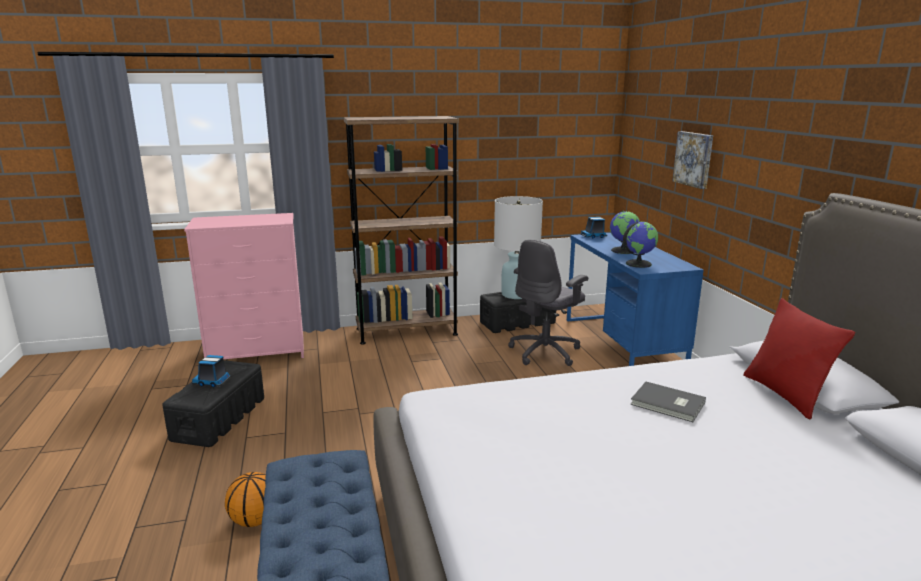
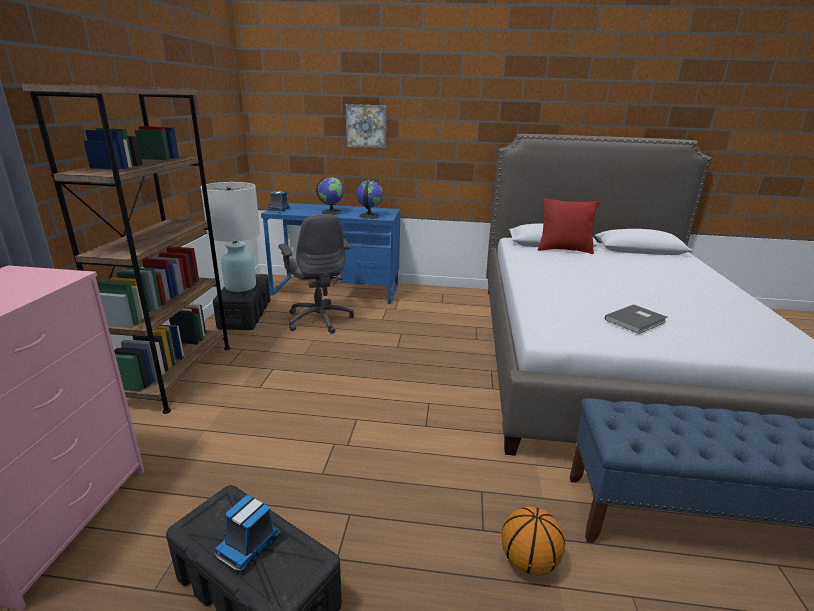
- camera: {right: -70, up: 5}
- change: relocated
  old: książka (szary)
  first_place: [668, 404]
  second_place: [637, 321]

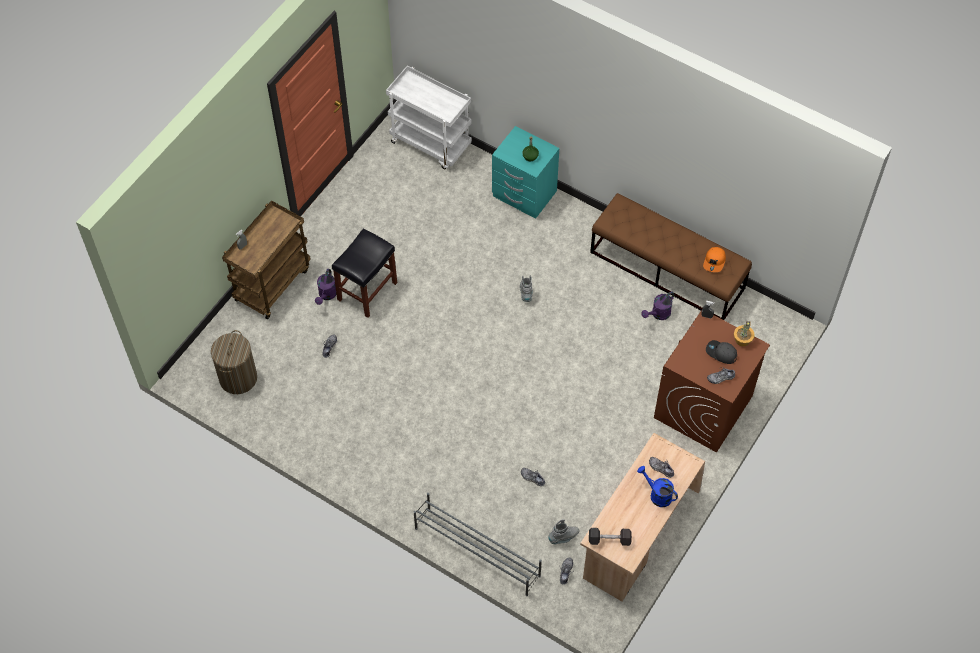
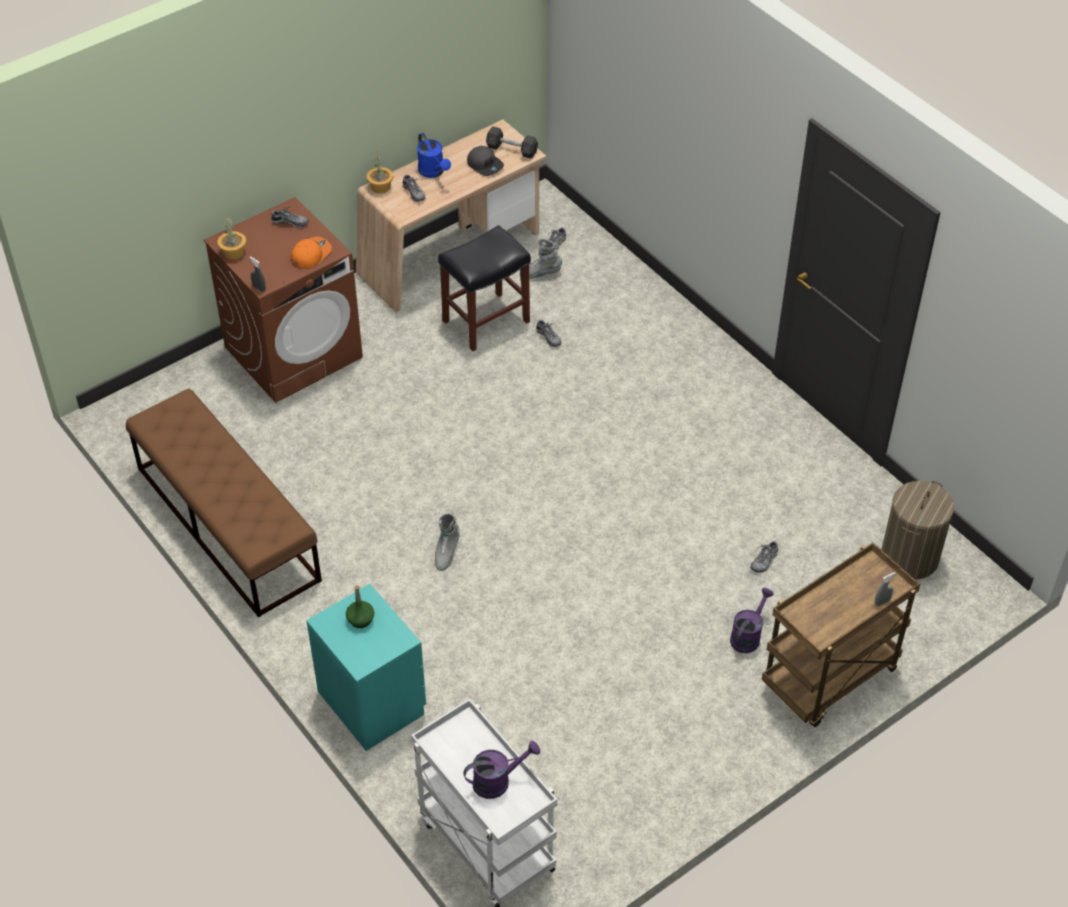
- camera: {right: -160, up: -10}
- change: relocated
  old: czapka z daszkiem (pomarańczowy)
  first_place: [714, 262]
  second_place: [310, 254]
- change: appeared
  new: roślina doniczkowa
  second_place: [380, 187]
- change: relocated
  old: stołek (czarny)
  first_place: [367, 290]
  second_place: [485, 322]
- change: relocated
  old: konewka (fioletowy)
  first_place: [658, 314]
  second_place: [498, 781]
- change: relocated
  old: czapka z daszkiem (szary)
  first_place: [721, 353]
  second_place: [485, 165]
- change: missing
  old: regał na buty (szary)
  first_place: [476, 551]

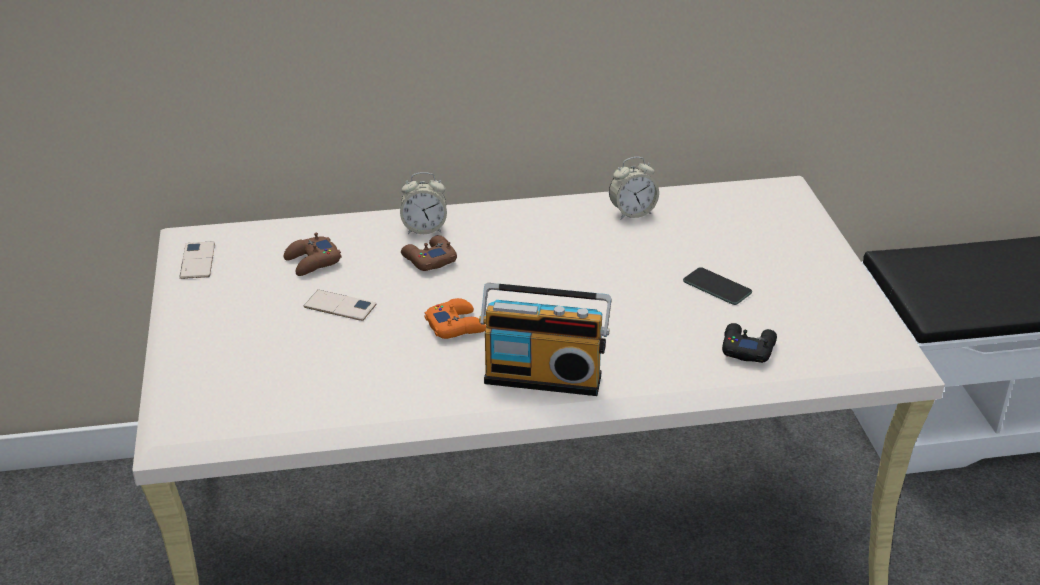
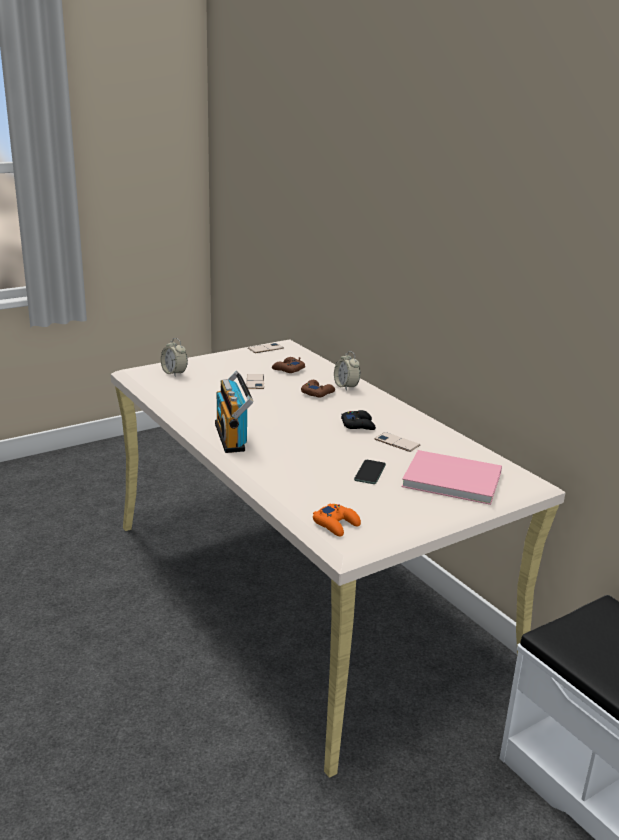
- camera: {right: 65, up: -10}
- change: relocated
  old: budzik
  first_place: [632, 213]
  second_place: [174, 373]
- change: relocated
  old: pad do gier (pomarańczowy)
  first_place: [456, 325]
  second_place: [336, 524]
- change: relocated
  old: pad do gier (czarny)
  first_place: [747, 348]
  second_place: [358, 425]
- change: appeared
  new: telefon
  second_place: [397, 442]
- change: appeared
  new: książka (różowy)
  second_place: [449, 478]

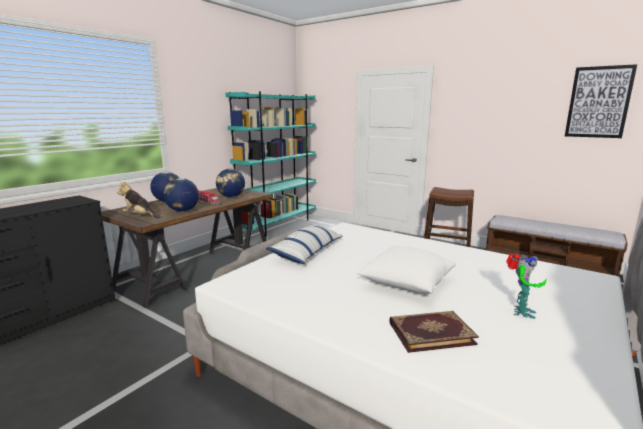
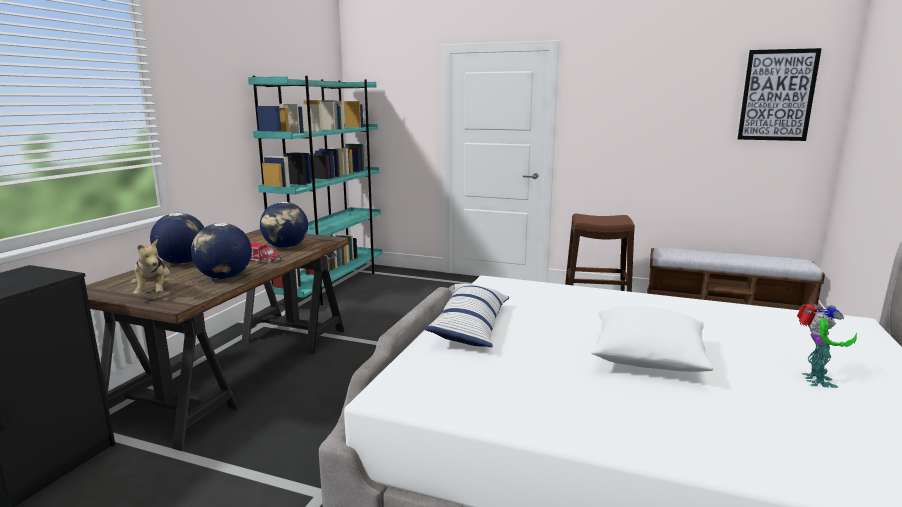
- camera: {right: -15, up: 0}
- change: spun
  old: pluszak
  first_place: [140, 216]
  second_place: [154, 293]
  degrees: -120
- change: missing
  old: książka
  first_place: [430, 332]

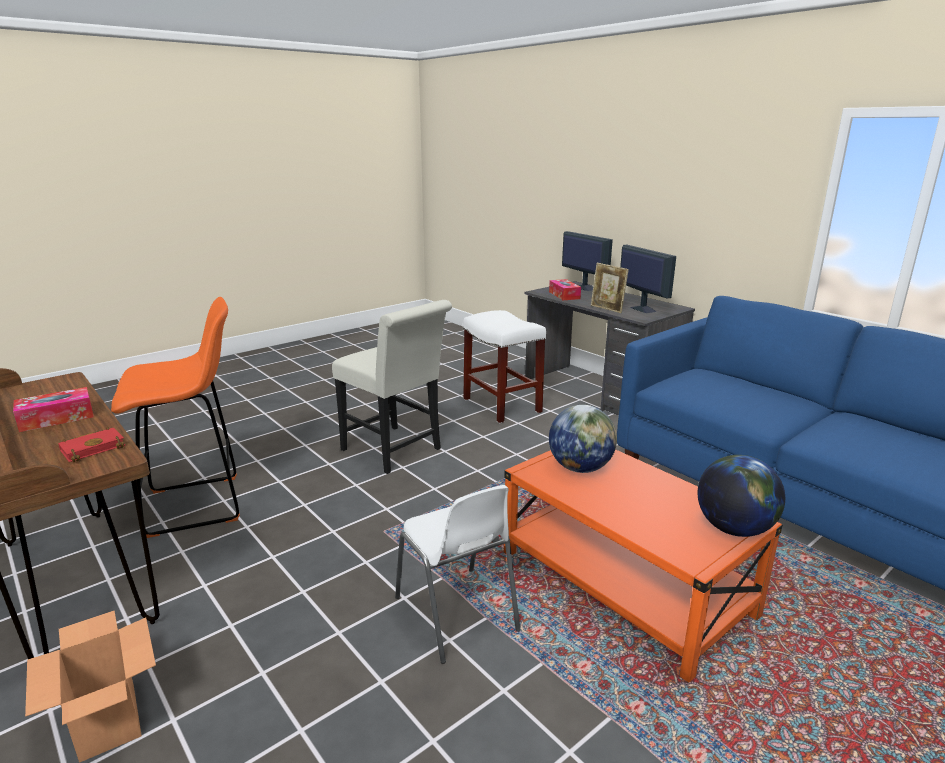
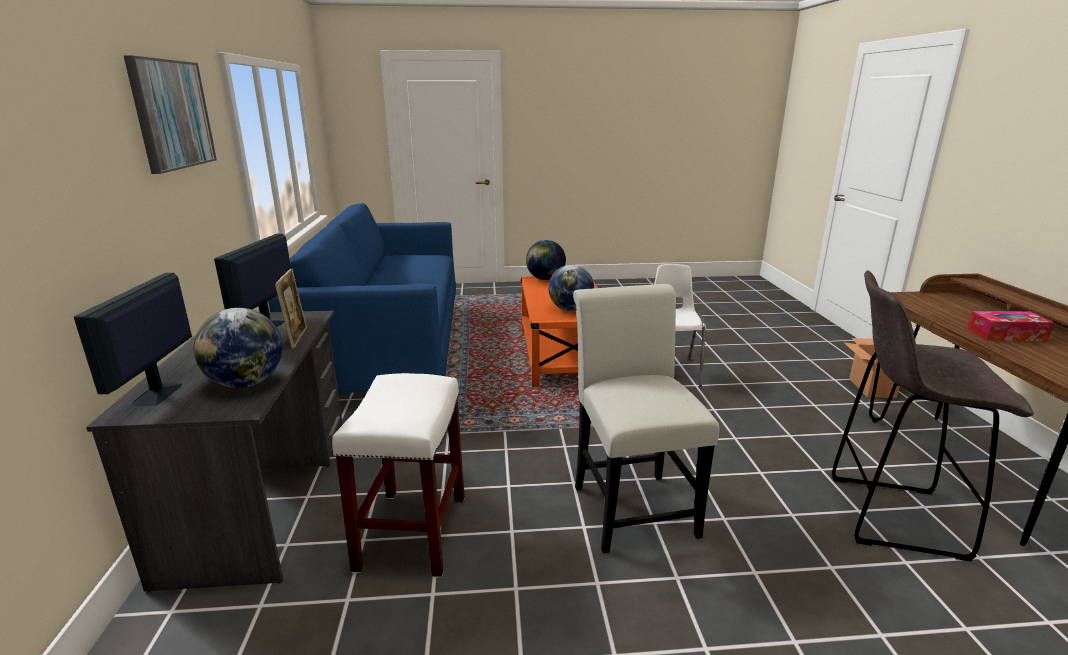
- camera: {right: -145, up: 0}
- change: appeared
  new: obraz
  second_place: [171, 114]
- change: exchanged
  old: pudełko chusteczek
  new: globus
  first_place: [564, 295]
  second_place: [246, 383]
- change: colour
  old: stołek (pomarańczowy)
  new: stołek (szary)
  first_place: [198, 505]
  second_place: [889, 515]
- change: missing
  old: książka (czerwony)
  first_place: [94, 447]

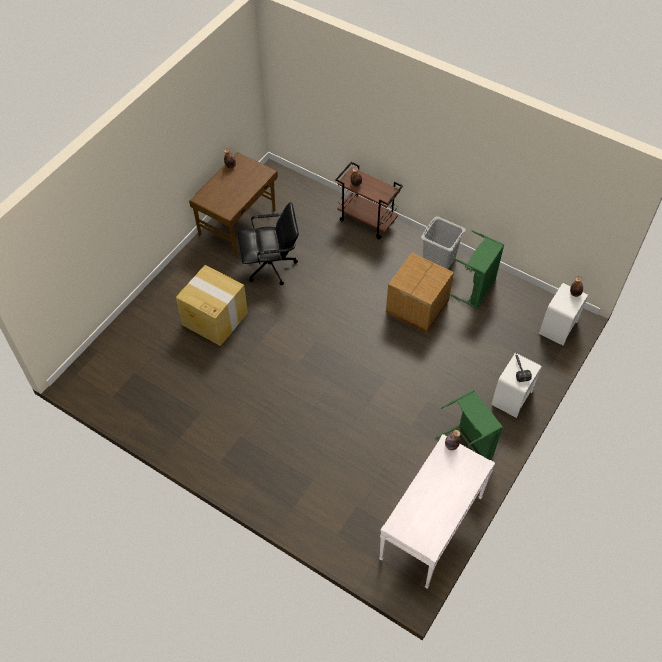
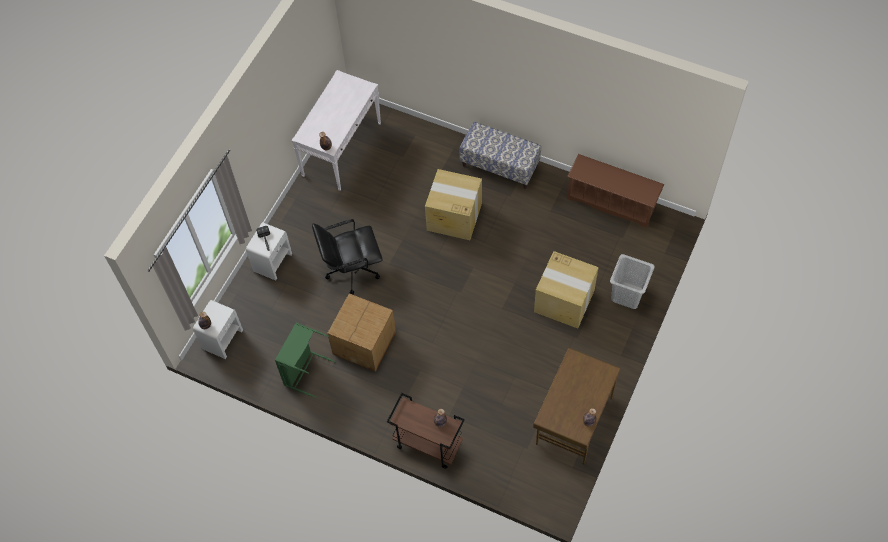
- camera: {right: 175, up: 5}
- change: relocated
  old: krzesło biurowe (czarny)
  first_place: [271, 267]
  second_place: [352, 270]
- change: appeared
  new: karton
  second_place: [453, 216]
- change: appeared
  new: ławka
  second_place: [500, 166]
- change: appeared
  new: regał na buty (brązowy)
  second_place: [611, 202]
- change: relocated
  old: kosz na pranie (szary)
  first_place: [439, 261]
  second_place: [627, 294]
- change: missing
  old: kosz na pranie (zielony)
  first_place: [468, 445]

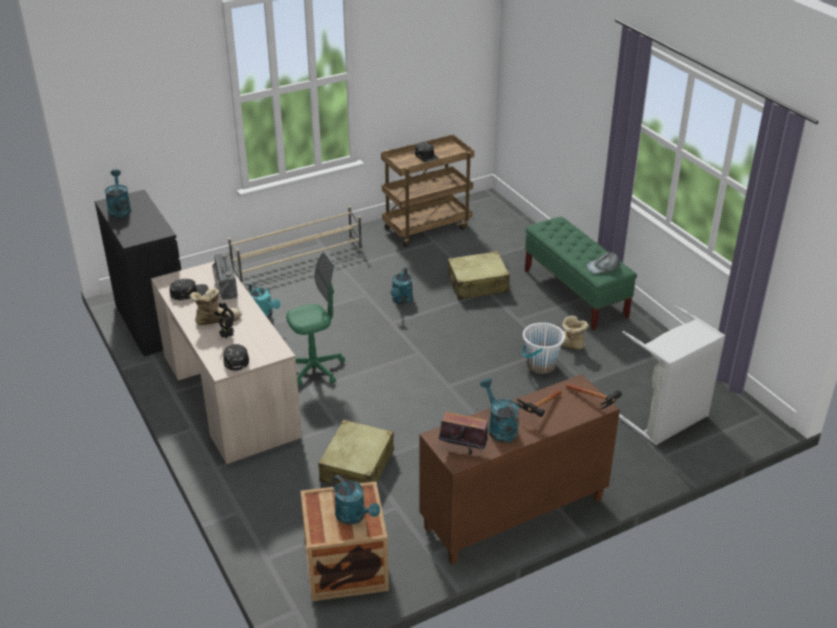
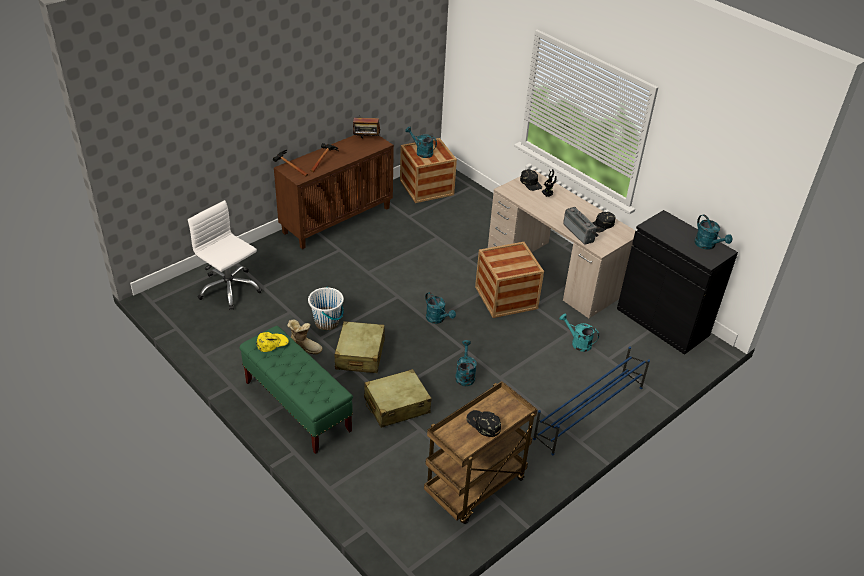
- camera: {right: 165, up: 5}
- change: exchanged
  old: kosz na pranie (szary)
  new: krzesło biurowe (biały)
  first_place: [666, 420]
  second_place: [229, 289]
- change: colour
  old: czapka z daszkiem (szary)
  new: czapka z daszkiem (żółty)
  first_place: [603, 267]
  second_place: [272, 343]
- change: relocated
  old: walizka (beżowy)
  first_place: [357, 466]
  second_place: [360, 355]
- change: relocated
  old: konewka (turkusowy)
  first_place: [499, 428]
  second_place: [438, 319]
- change: exchanged
  old: krzesło biurowe (zielony)
  new: skrzynka
  first_place: [315, 369]
  second_place: [506, 297]
- change: colour
  old: regał na buty (beżowy)
  new: regał na buty (niebieski)
  first_place: [298, 260]
  second_place: [588, 413]
- change: missing
  old: but z cholewką
  first_place: [216, 319]

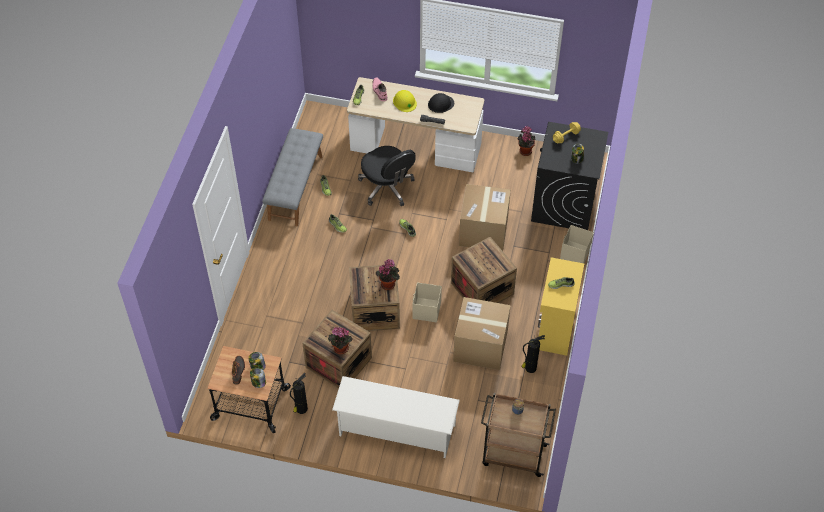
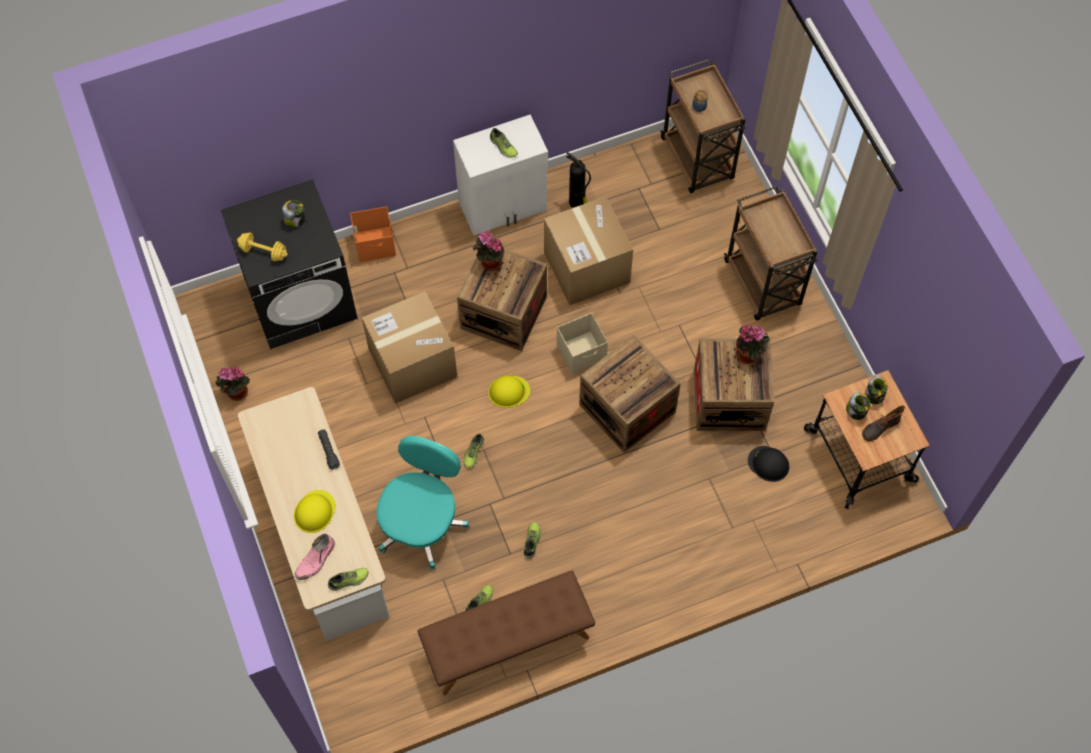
- camera: {right: -125, up: 10}
- change: colour
  old: pojemnik do przechowywania (beżowy)
  new: pojemnik do przechowywania (pomarańczowy)
  first_place: [574, 254]
  second_place: [375, 244]
- change: colour
  old: krzesło biurowe (czarny)
  new: krzesło biurowe (turkusowy)
  first_place: [387, 187]
  second_place: [422, 523]
- change: colour
  old: ławka (szary)
  new: ławka (brązowy)
  first_place: [295, 187]
  second_place: [508, 644]
- change: colour
  old: szafka (żółty)
  new: szafka (biały)
  first_place: [555, 329]
  second_place: [503, 207]
- change: relocated
  old: roślina doniczkowa
  first_place: [388, 283]
  second_place: [489, 262]
- change: appeared
  new: kask (żółty)
  second_place: [508, 391]
- change: exchanged
  old: regał na buty (biały)
  new: wózek (brązowy)
  first_place: [396, 430]
  second_place: [763, 284]
- change: relocated
  old: kask (czarny)
  first_place: [440, 104]
  second_place: [768, 464]
- change: missing
  old: gaśnica
  first_place: [301, 409]

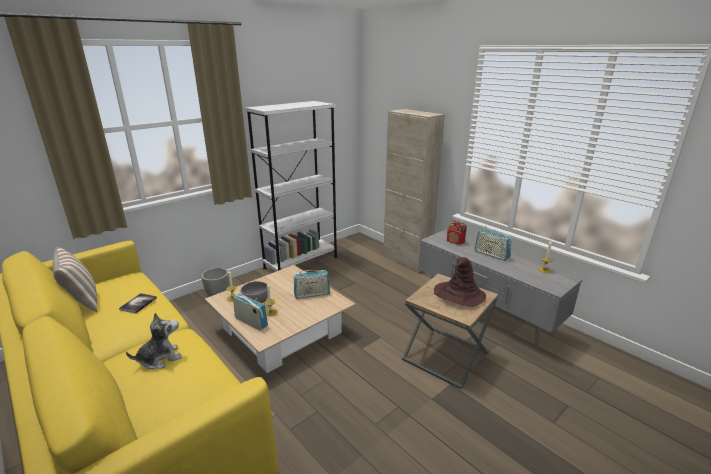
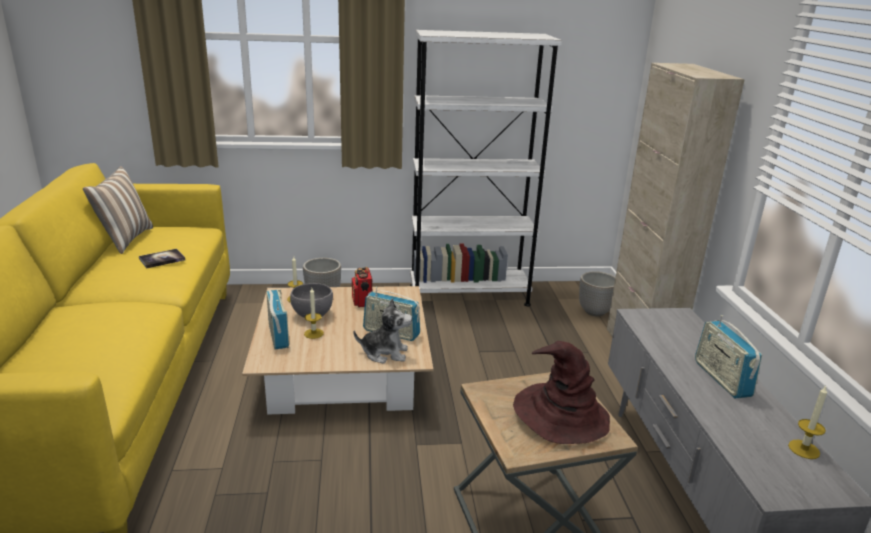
- camera: {right: 35, up: 0}
- change: relocated
  old: radio
  first_place: [455, 242]
  second_place: [362, 302]
- change: relocated
  old: pluszak
  first_place: [160, 358]
  second_place: [385, 353]
- change: appeared
  new: donica
  second_place: [595, 311]

